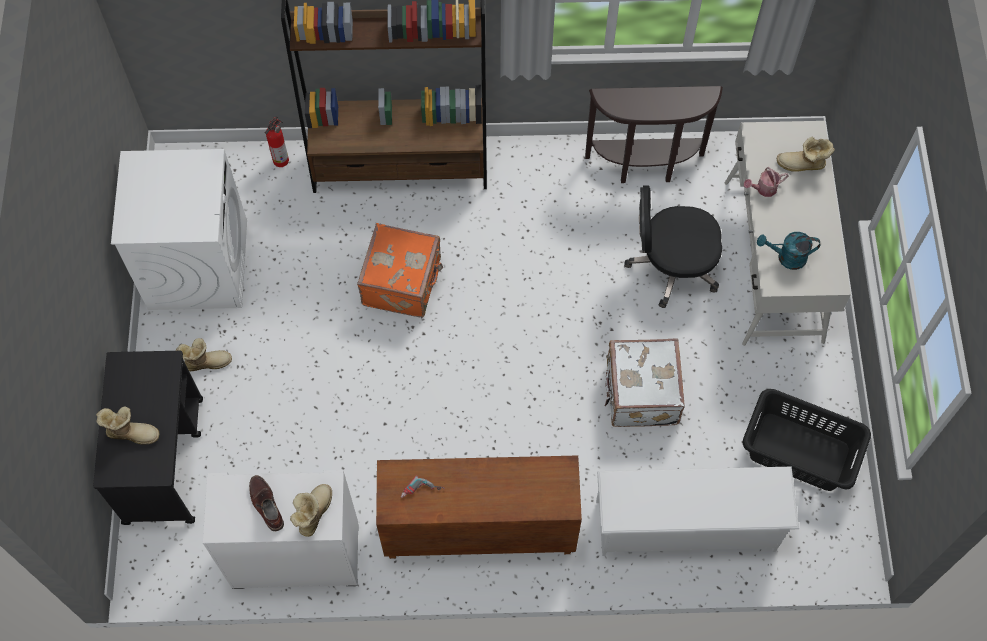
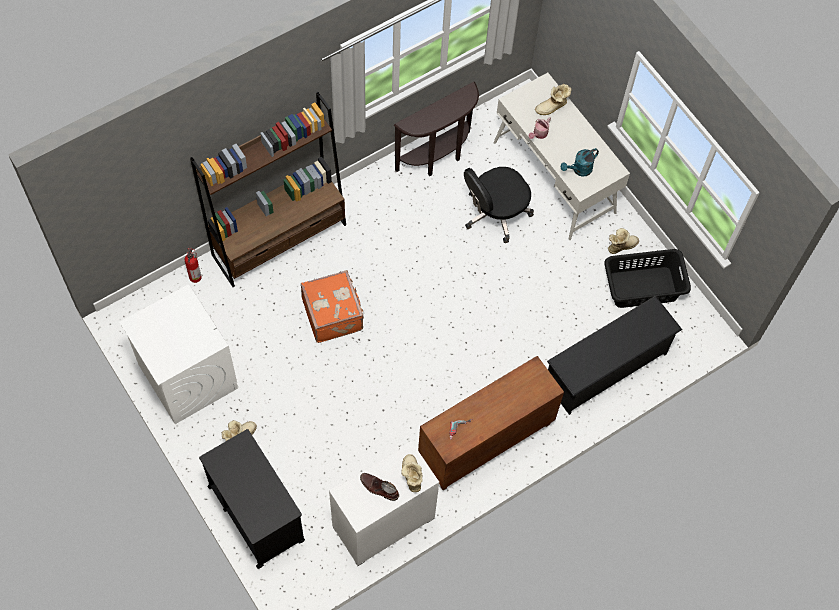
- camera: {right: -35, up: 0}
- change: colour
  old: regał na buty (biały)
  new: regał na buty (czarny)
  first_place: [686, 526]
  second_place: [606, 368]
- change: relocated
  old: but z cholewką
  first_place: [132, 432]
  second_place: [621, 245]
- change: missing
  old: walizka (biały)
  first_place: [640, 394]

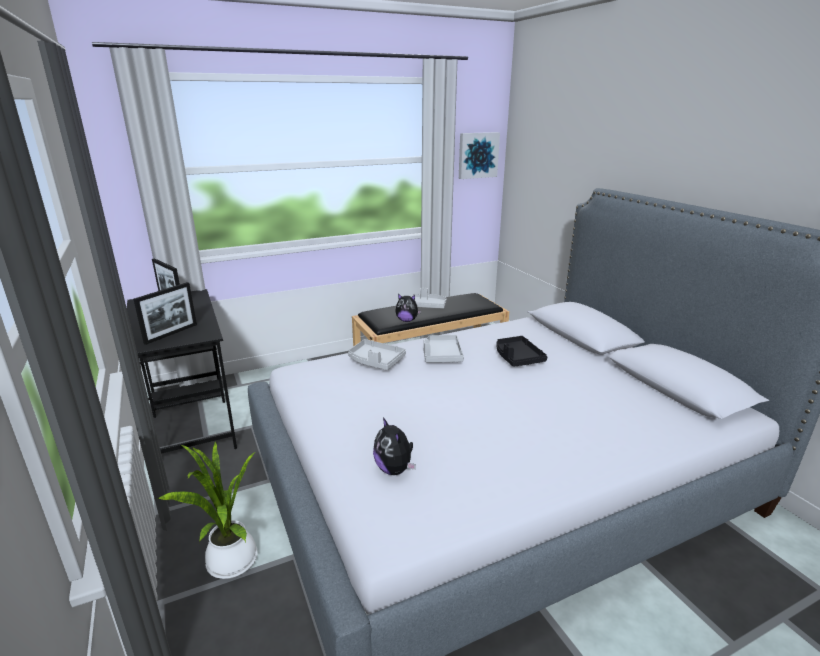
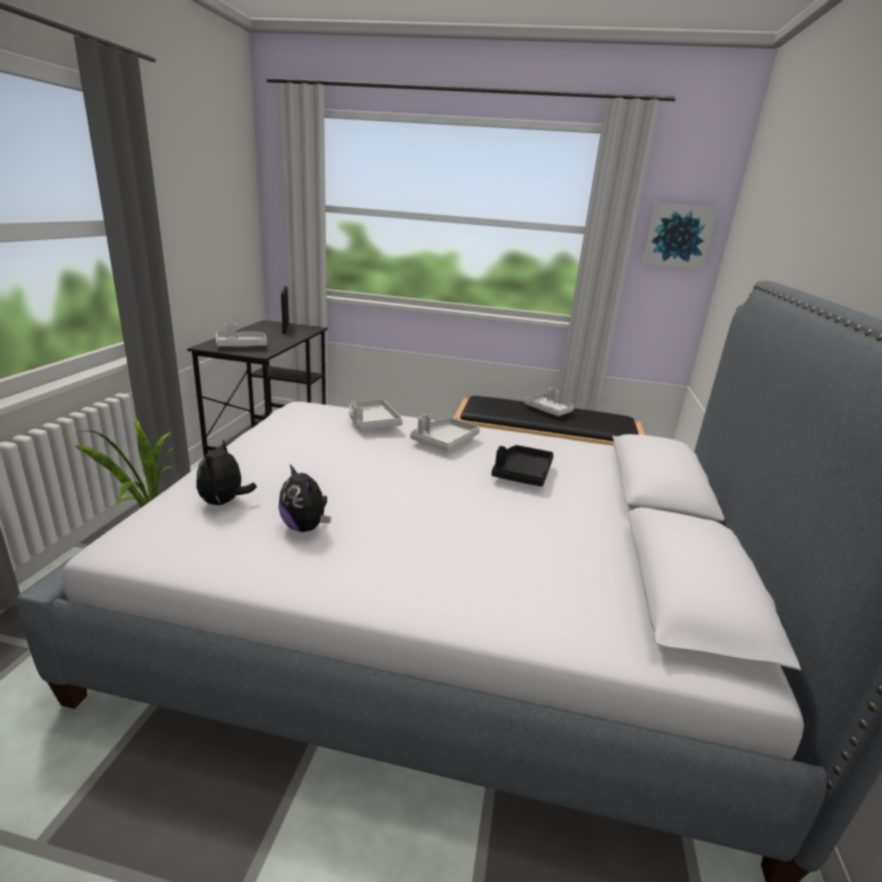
- camera: {right: 35, up: 0}
- change: exchanged
  old: ramka na zdjęcie
  new: taca (szary)
  first_place: [171, 334]
  second_place: [241, 346]
- change: relocated
  old: pluszak
  first_place: [407, 320]
  second_place: [305, 527]

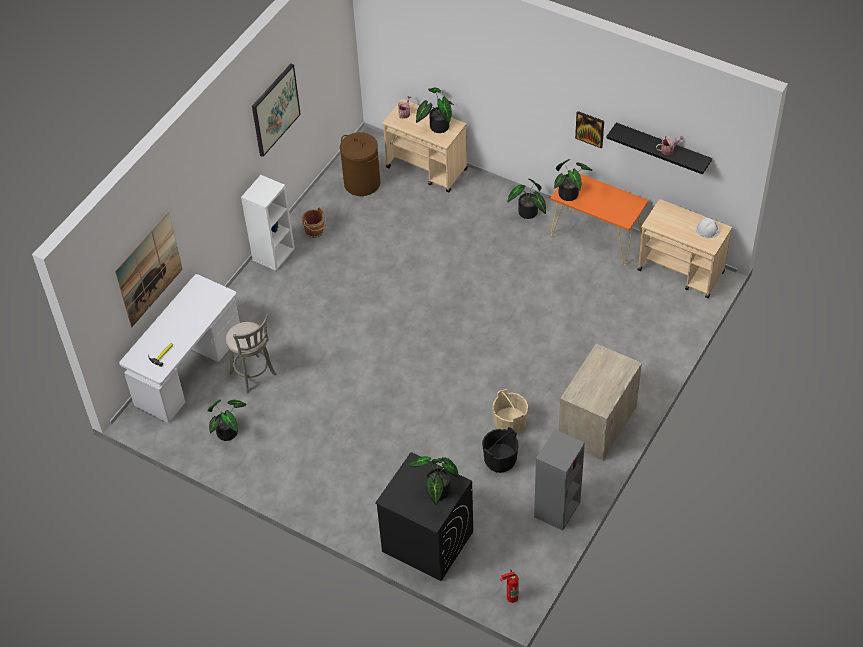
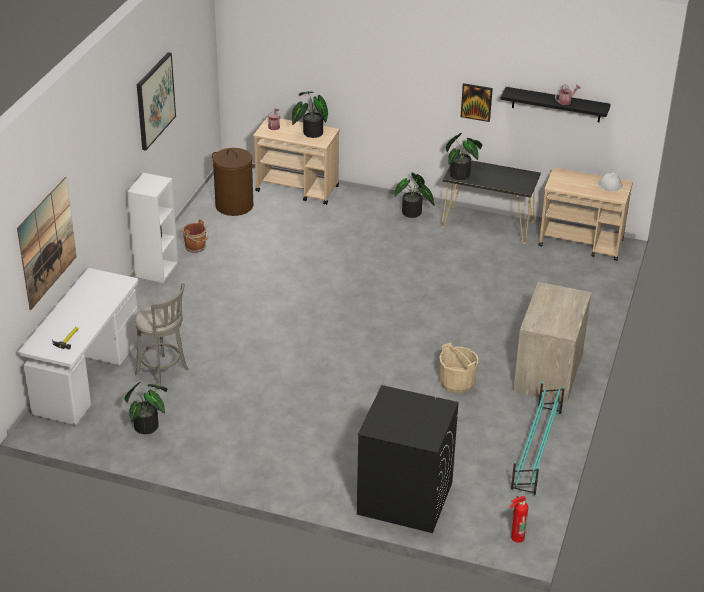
- camera: {right: -15, up: -15}
- change: colour
  old: stolik konsolowy (pomarańczowy)
  new: stolik konsolowy (czarny)
  first_place: [597, 237]
  second_place: [488, 225]
- change: exchanged
  old: regał (szary)
  new: regał na buty (turkusowy)
  first_place: [557, 510]
  second_place: [536, 451]
- change: missing
  old: roślina doniczkowa
  first_place: [436, 492]
- change: missing
  old: wiadro (czarny)
  first_place: [500, 460]

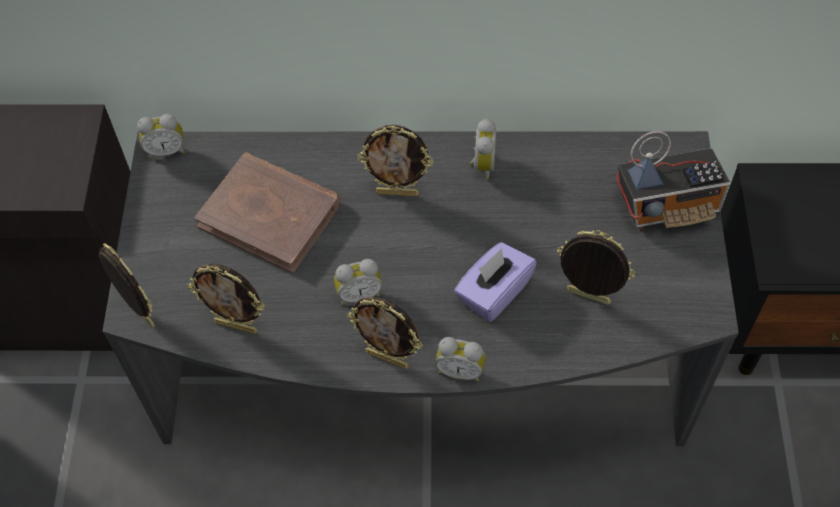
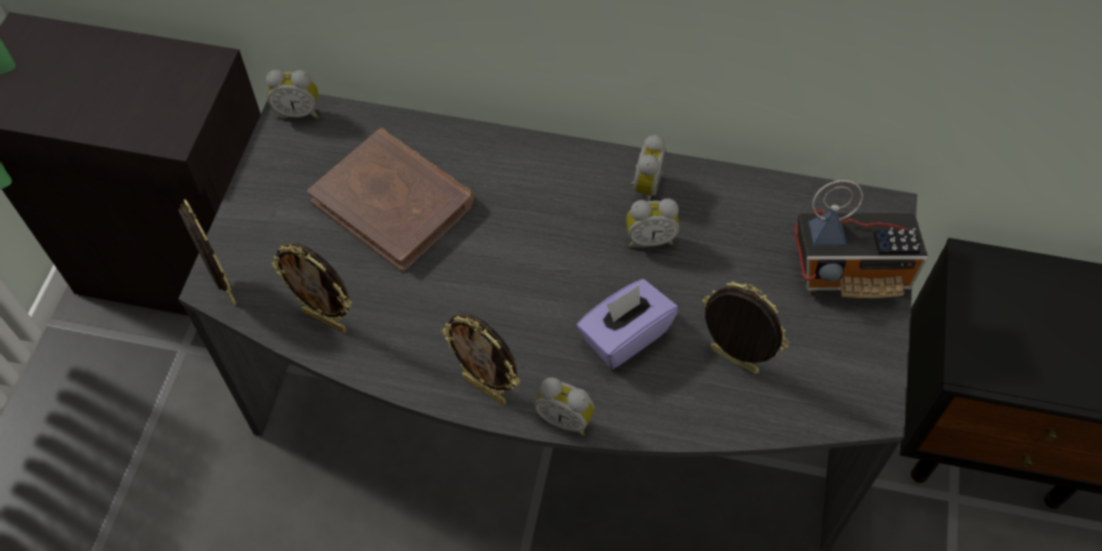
- camera: {right: 10, up: 0}
- change: relocated
  old: budzik
  first_place: [359, 294]
  second_place: [649, 239]
- change: missing
  old: ramka na zdjęcie
  first_place: [397, 192]

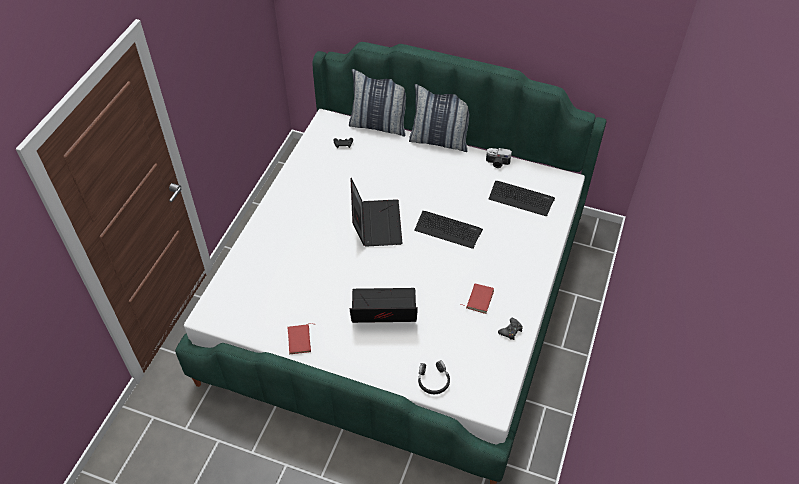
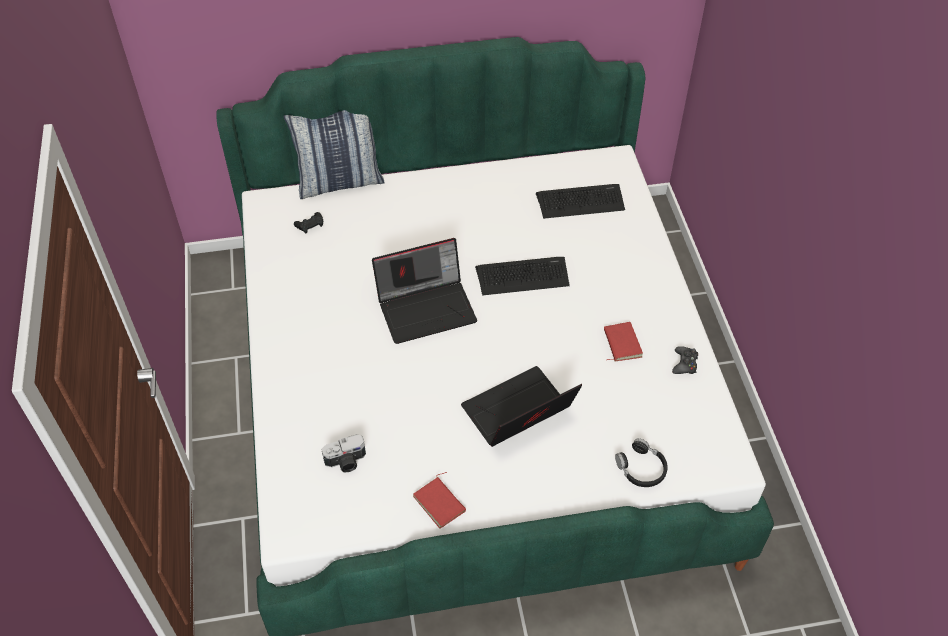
- camera: {right: -30, up: 0}
- change: relocated
  old: aparat fotograficzny
  first_place: [497, 163]
  second_place: [346, 462]
- change: spun
  old: laptop
  first_place: [375, 223]
  second_place: [427, 307]
  degrees: 105
- change: missing
  old: poduszka
  first_place: [439, 140]

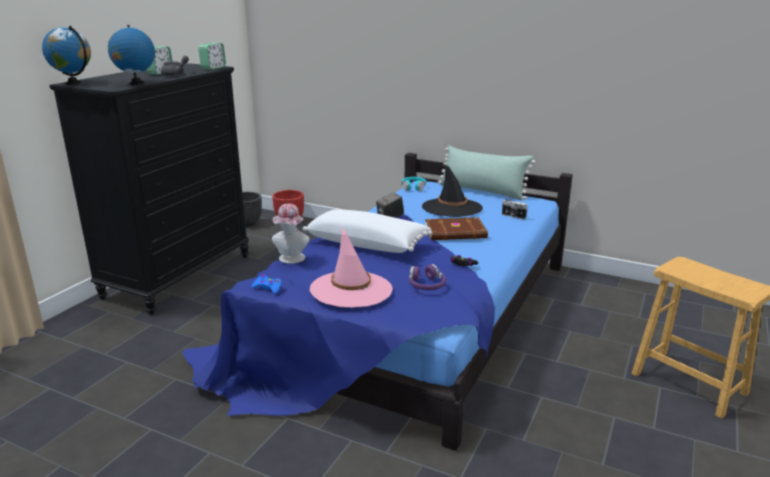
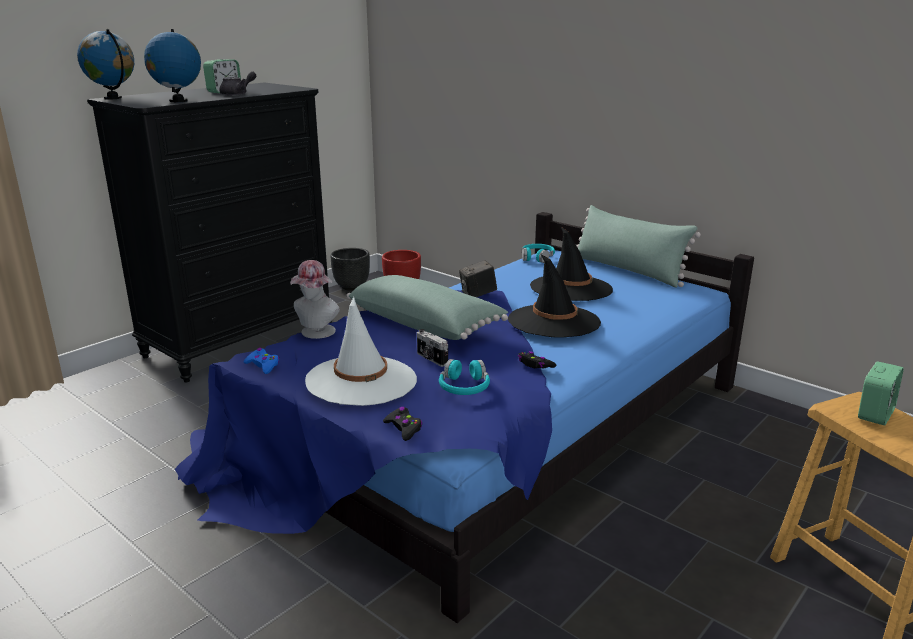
- camera: {right: 15, up: 0}
- change: colour
  old: kapelusz (różowy)
  new: kapelusz (biały)
  first_place: [351, 290]
  second_place: [361, 381]
- change: colour
  old: poduszka (biały)
  new: poduszka (zielony)
  first_place: [368, 244]
  second_place: [426, 324]
- change: appeared
  new: pad do gier (czarny)
  second_place: [404, 428]
- change: relocated
  old: aparat fotograficzny
  first_place: [513, 216]
  second_place: [431, 359]
- change: colour
  old: słuchawki (fioletowy)
  new: słuchawki (turkusowy)
  first_place: [426, 285]
  second_place: [464, 387]
- change: exchanged
  old: książka (brązowy)
  new: kapelusz (czarny)
  first_place: [456, 232]
  second_place: [553, 321]
- change: relocated
  old: budzik
  first_place: [213, 68]
  second_place: [875, 414]

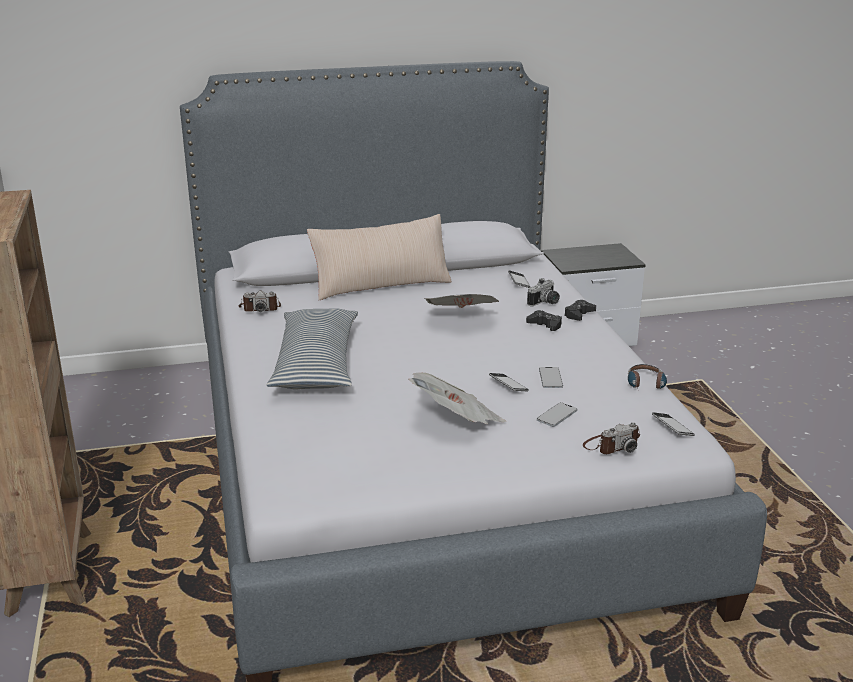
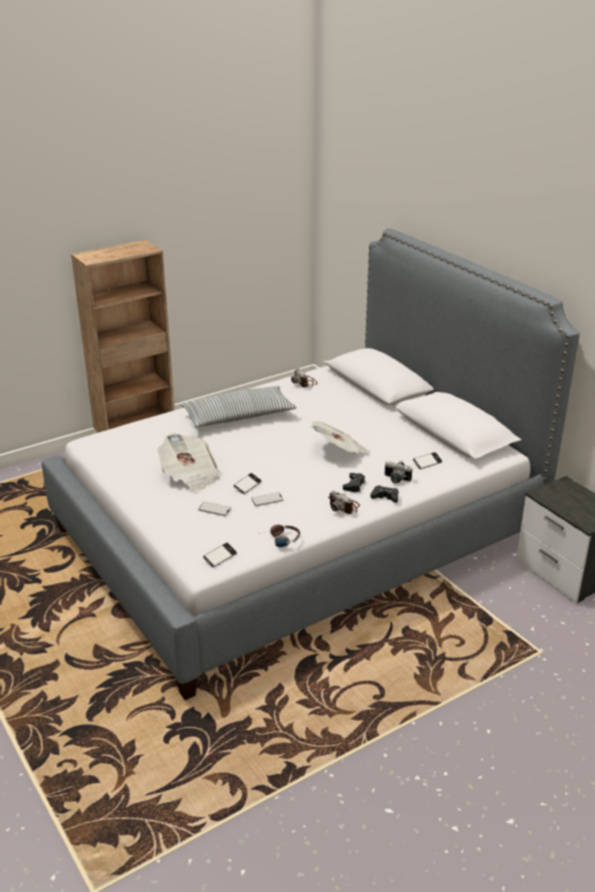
- camera: {right: 70, up: 5}
- change: relocated
  old: aparat fotograficzny
  first_place: [611, 445]
  second_place: [344, 506]
- change: missing
  old: poduszka (beżowy)
  first_place: [381, 285]

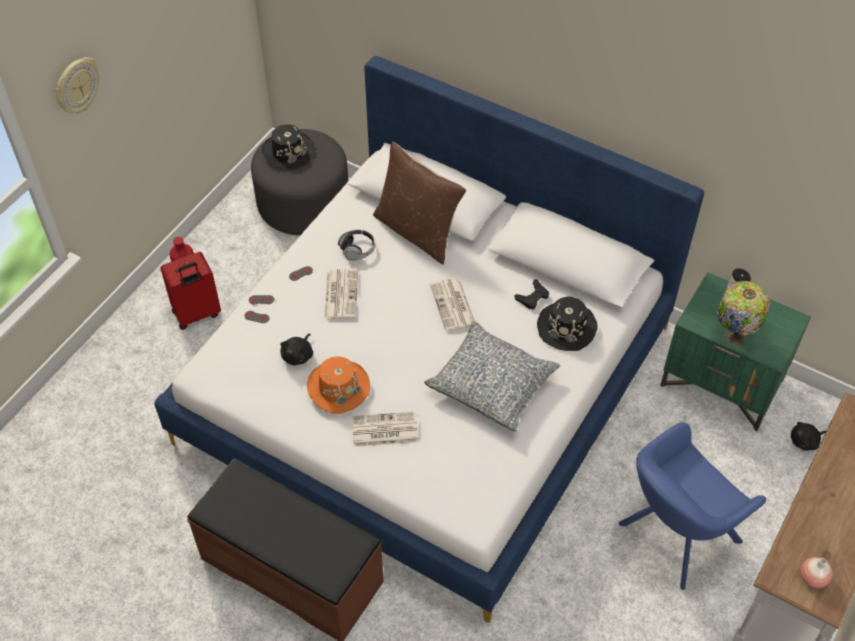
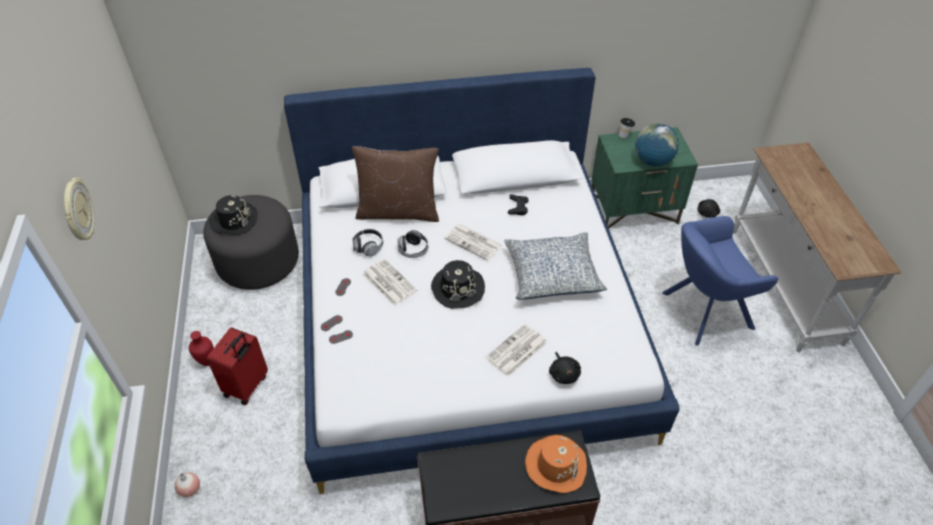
- camera: {right: -40, up: -5}
- change: relocated
  old: wazon
  first_place: [813, 578]
  second_place: [190, 489]
- change: appeared
  new: słuchawki
  second_place: [413, 250]
- change: relocated
  old: kapelusz (czarny)
  first_place: [567, 327]
  second_place: [458, 288]
- change: relocated
  old: kapelusz (pomarańczowy)
  first_place: [338, 387]
  second_place: [556, 465]
- change: relocated
  old: pluszak (czarny)
  first_place: [298, 355]
  second_place: [564, 374]
- change: exchanged
  old: lampa stołowa
  new: globus
  first_place: [733, 337]
  second_place: [652, 161]
- change: spun
  old: fotel (niebieski)
  first_place: [674, 536]
  second_place: [702, 311]
  degrees: 60

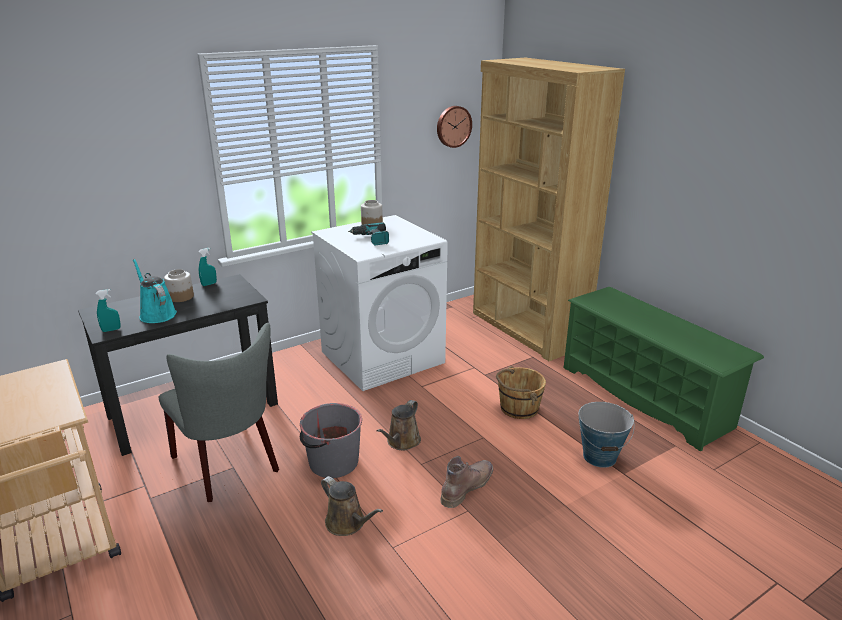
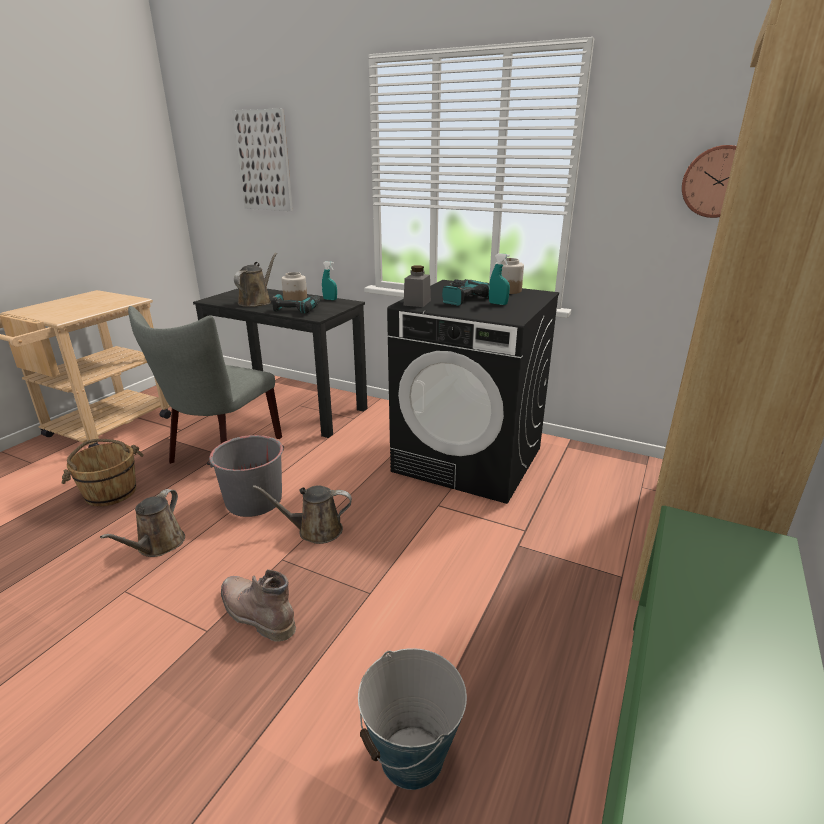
- camera: {right: 60, up: 0}
- change: relocated
  old: wiadro (brązowy)
  first_place: [518, 408]
  second_place: [110, 492]
- change: spun
  old: but z cholewką (brązowy)
  first_place: [466, 486]
  second_place: [255, 613]
  degrees: -150
- change: appeared
  new: obraz
  second_place: [264, 161]
- change: colour
  old: konewka (turkusowy)
  new: konewka (brązowy)
  first_place: [156, 314]
  second_place: [256, 302]
- change: appeared
  new: wiertarka
  second_place: [297, 309]
- change: colour
  old: pralka (biały)
  new: pralka (czarny)
  first_place: [383, 357]
  second_place: [469, 459]
- change: appeared
  new: słoik (szary)
  second_place: [417, 303]
- change: relocated
  old: spryskiwacz (turkusowy)
  first_place: [111, 330]
  second_place: [498, 304]

